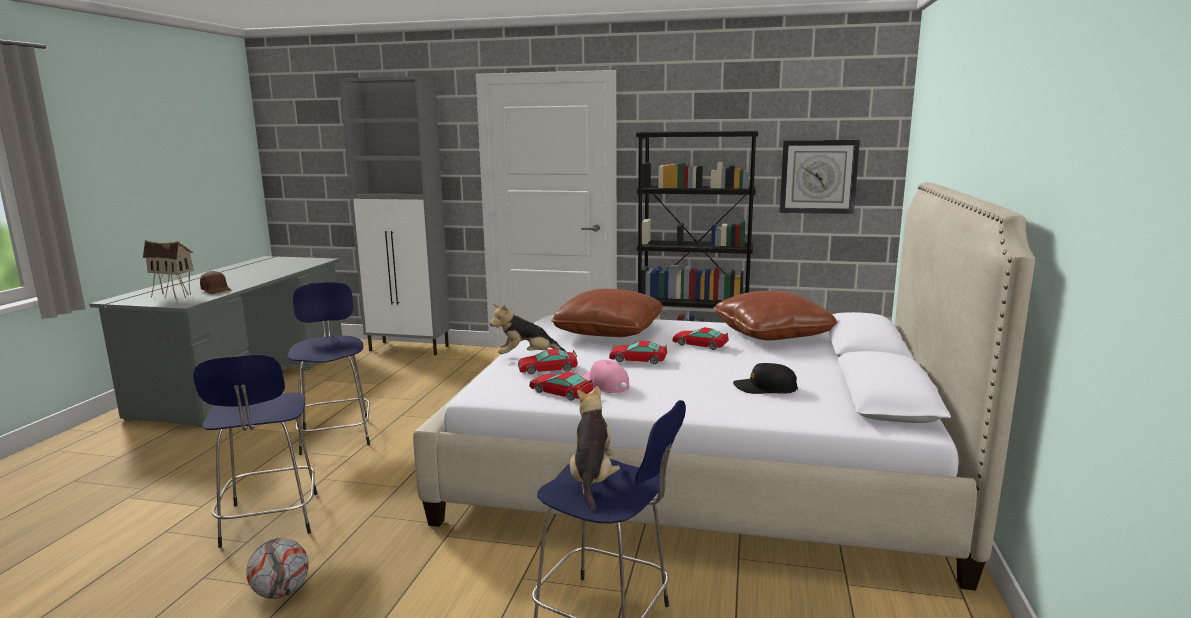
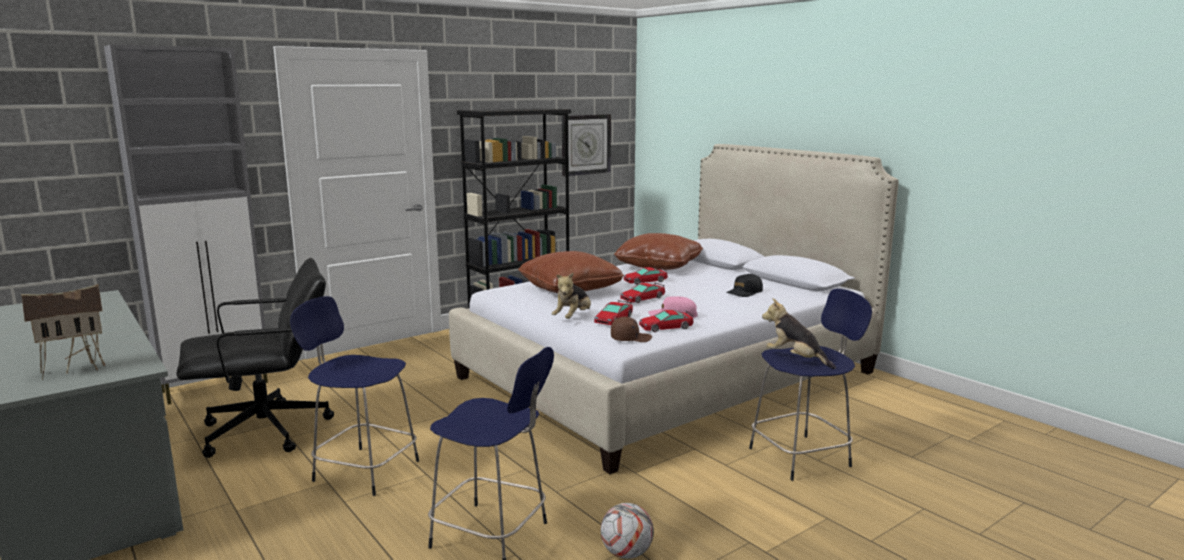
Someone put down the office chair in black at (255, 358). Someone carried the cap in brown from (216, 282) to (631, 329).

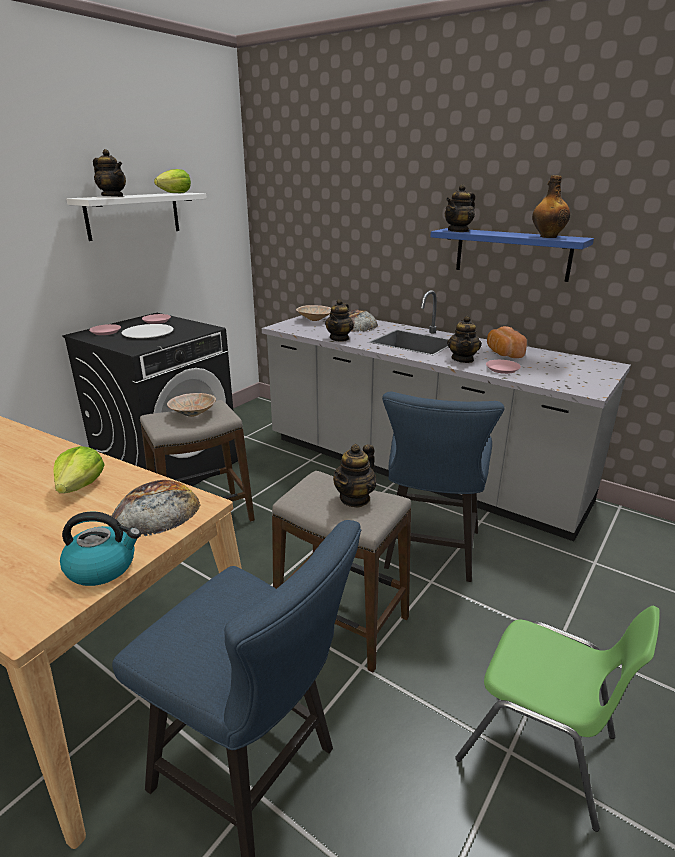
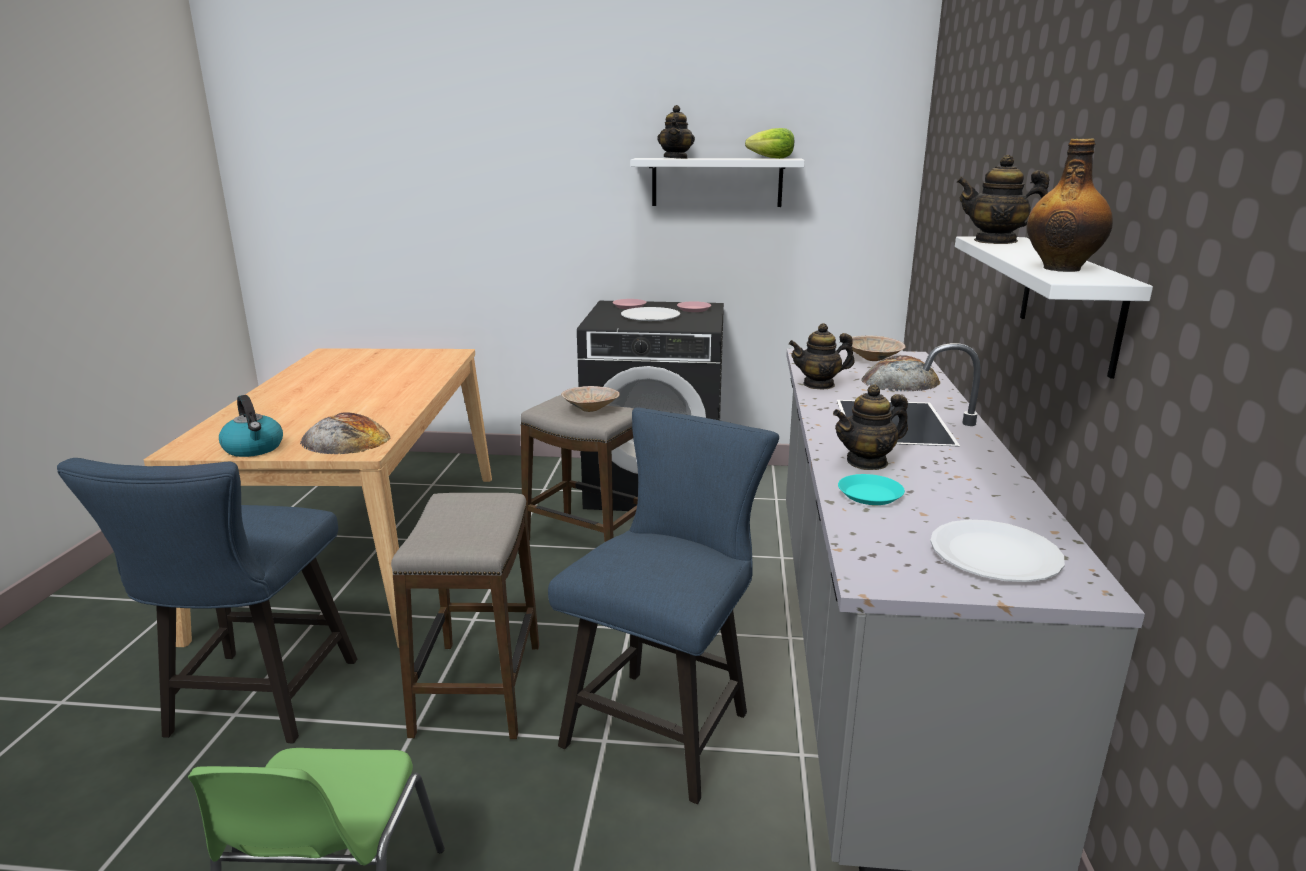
Someone rotated the chair in blue at (443, 486) by 135 degrees clockwise. Someone repainted the plate in pink at (503, 367), which became the plate in turquoise at (871, 489). Someone put down the plate in white at (997, 551). Someone repainted the shelf in blue at (512, 255), which became the shelf in white at (1054, 307). Someone took away the lettuce at (79, 469). Someone took away the teapot at (354, 476). Someone took away the bread at (507, 342).

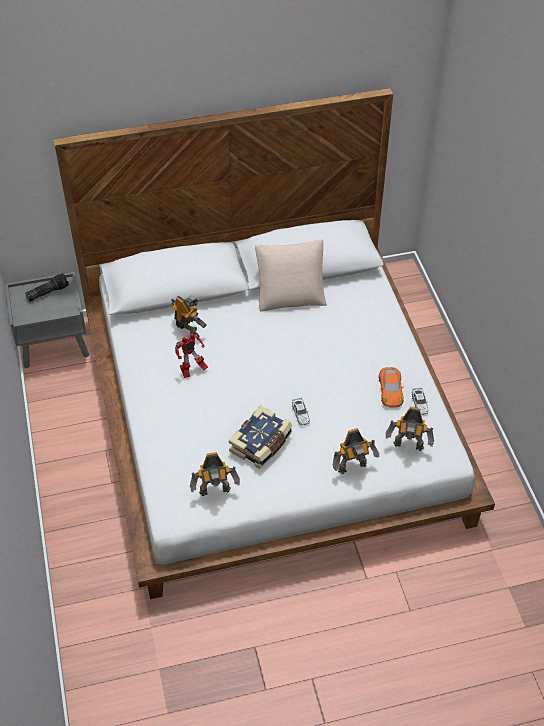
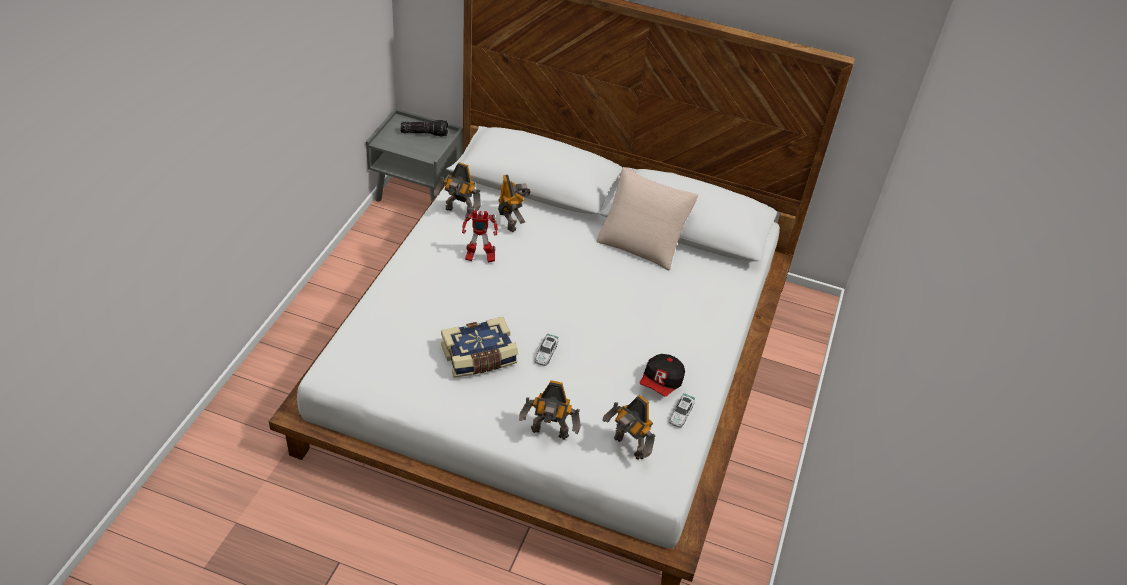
Someone carried the toy robot from (215, 474) to (457, 188). Someone swapped the toy car in orange at (391, 387) for the cap at (662, 375).

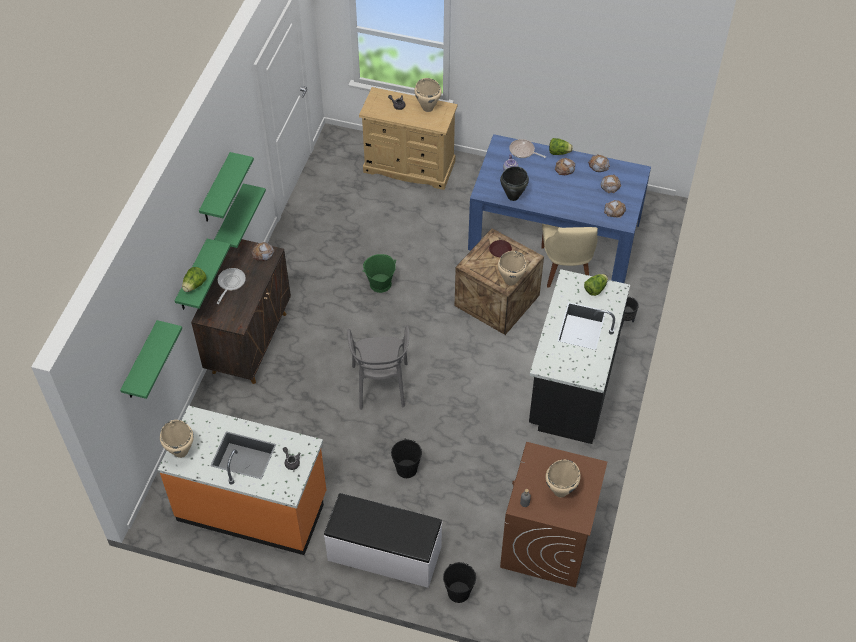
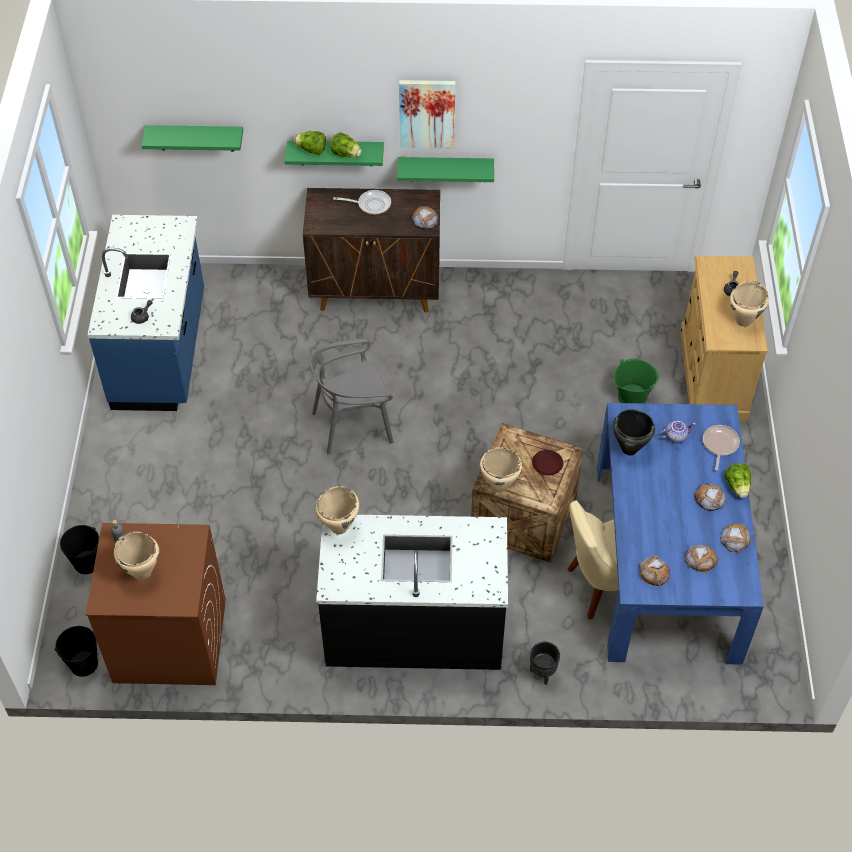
Someone carried the bucket in black from (406, 458) to (76, 651). Someone repainted the counter in orange at (242, 480), which became the counter in blue at (146, 313). Someone carried the cooking pot in beige from (177, 439) to (337, 510). Someone carried the lettuce from (596, 285) to (346, 145). Someone swapped the shelf in green at (226, 187) for the picture at (427, 114). Someone carried the bucket in green from (379, 273) to (636, 380). Someone took away the bench in white at (383, 540).

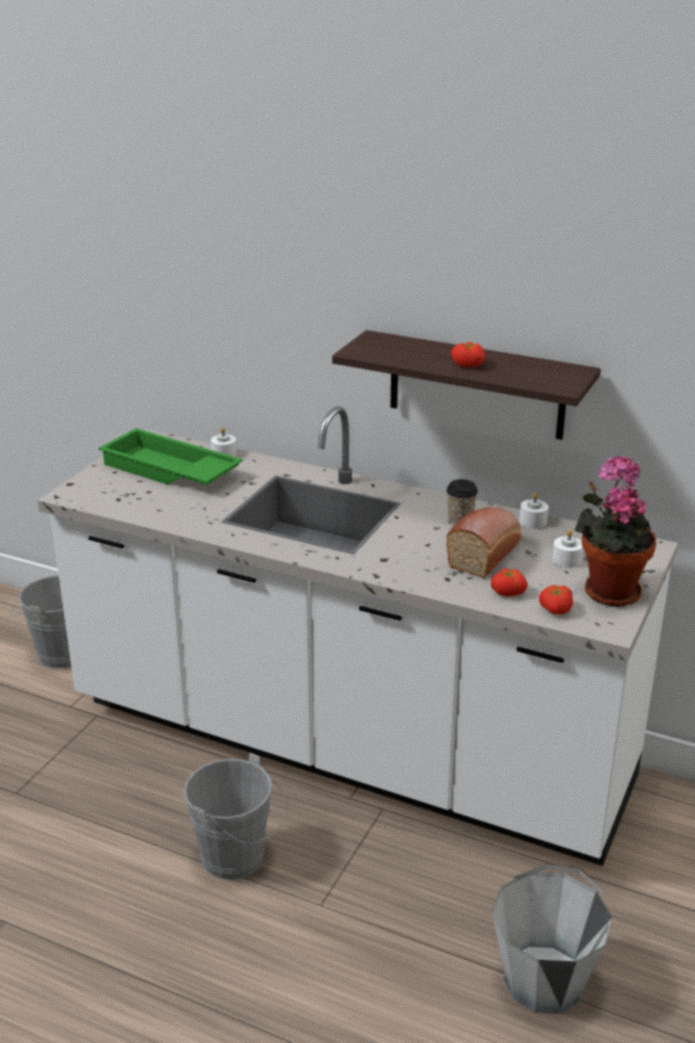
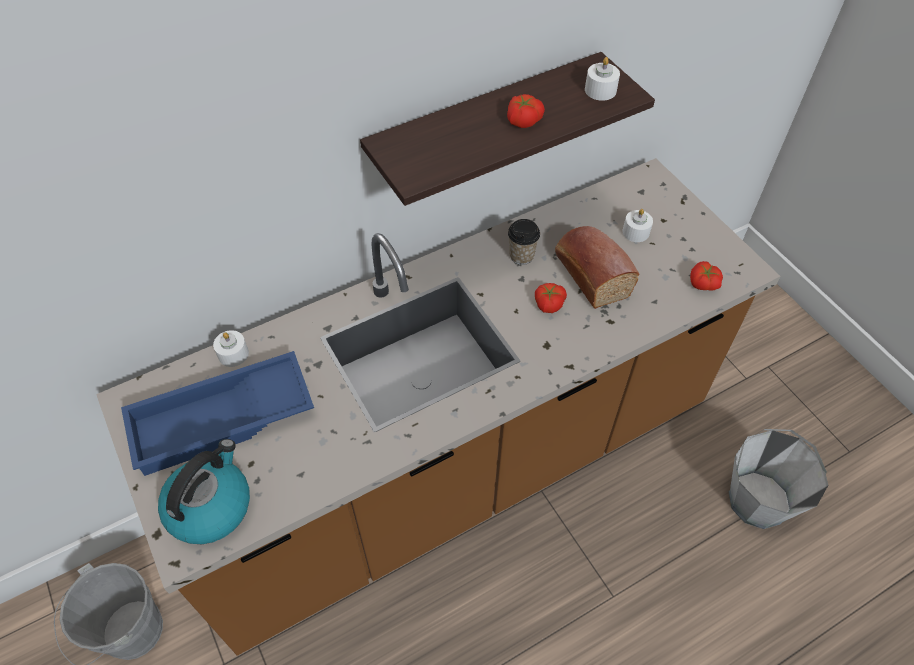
Someone repainted the counter in white at (357, 636), which became the counter in brown at (438, 407). Someone repainted the tray in green at (170, 456), which became the tray in blue at (217, 413). Someone put down the kettle at (204, 491). Someone carried the tomato from (509, 582) to (551, 298). Someone carried the candle in white from (533, 510) to (602, 79). Someone took away the bucket in grey at (236, 816). Someone took away the potted plant at (616, 531).

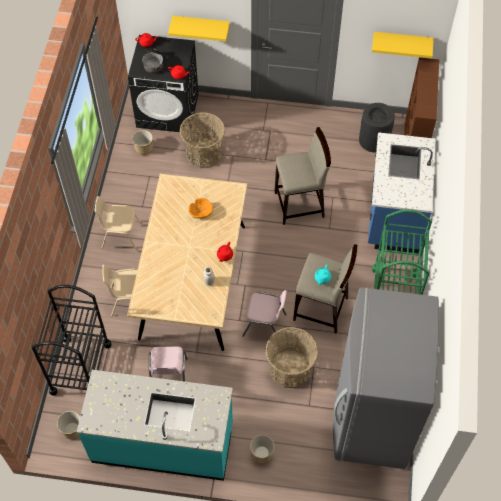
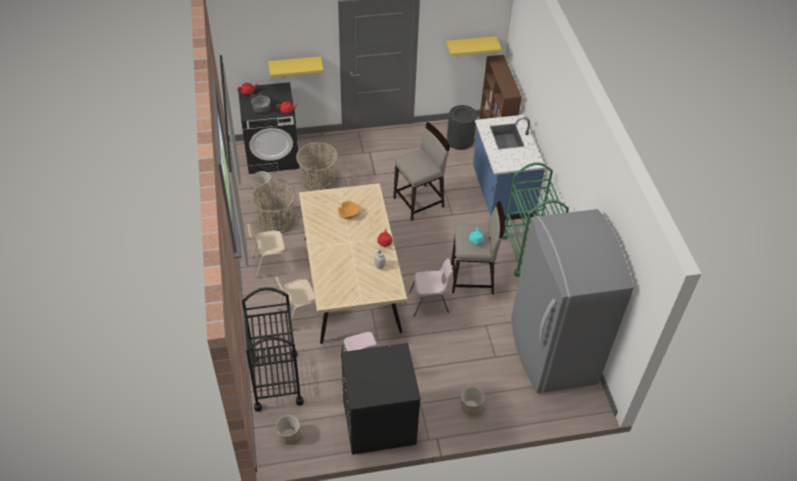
Someone carried the basket from (292, 357) to (273, 207). Someone swapped the counter in turquoise at (155, 425) for the washing machine in black at (381, 399).

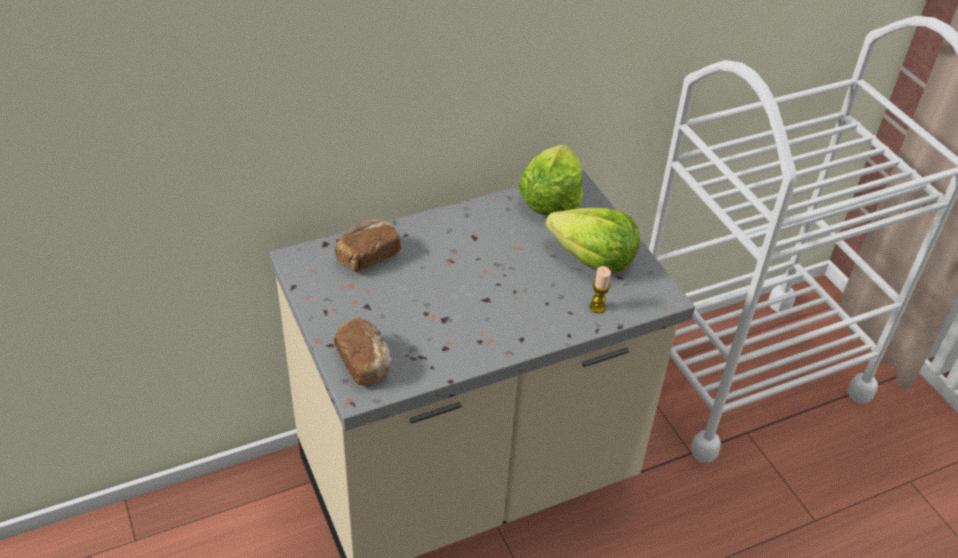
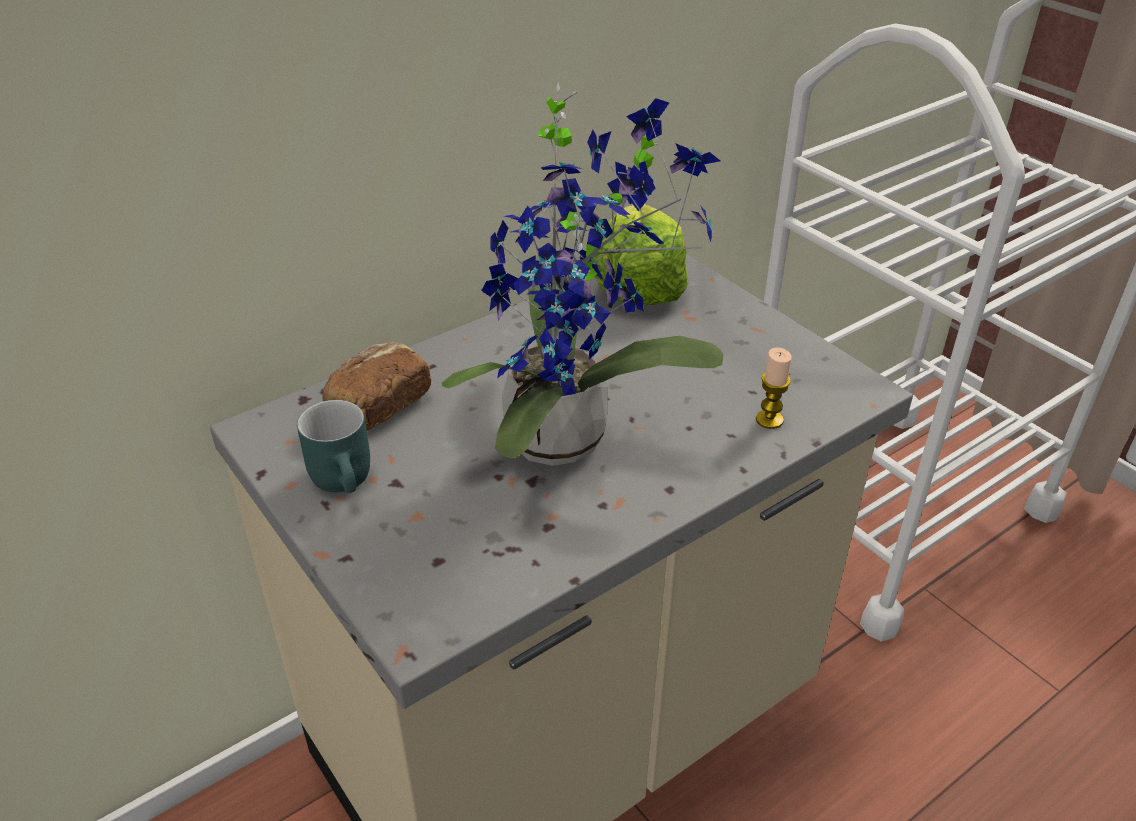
Someone put down the mug in turquoise at (333, 446). Someone put down the potted plant at (583, 274). Someone took away the bread at (362, 351). Someone took away the lettuce at (592, 240).

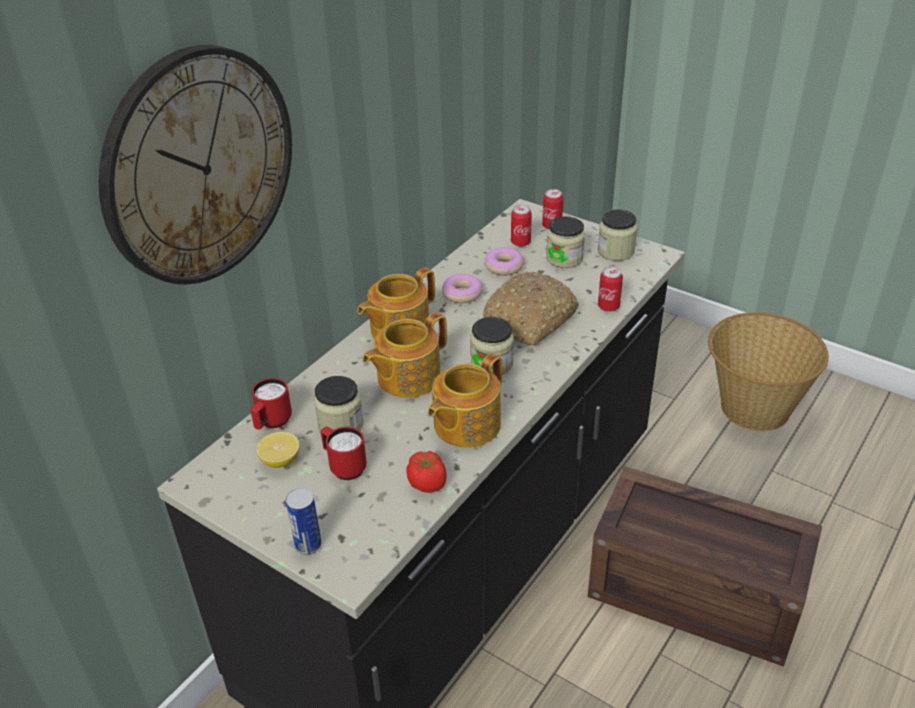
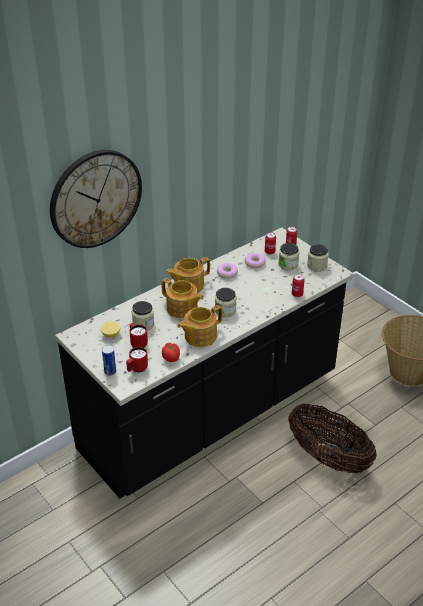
Someone carried the mug in red from (271, 404) to (137, 359). Someone rotated the teapot at (405, 355) by 120 degrees counterclockwise. Someone swapped the crate at (705, 566) for the basket at (332, 438). Someone took away the bread at (531, 308).

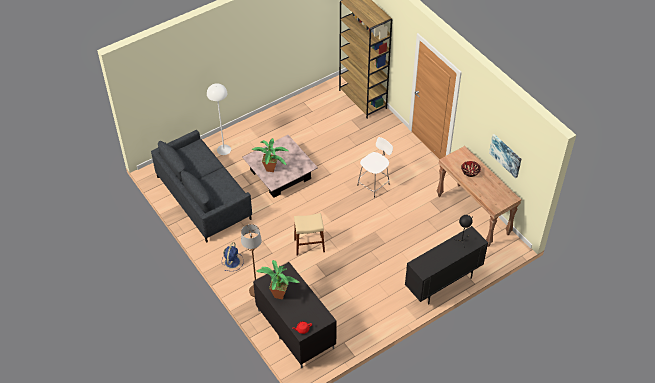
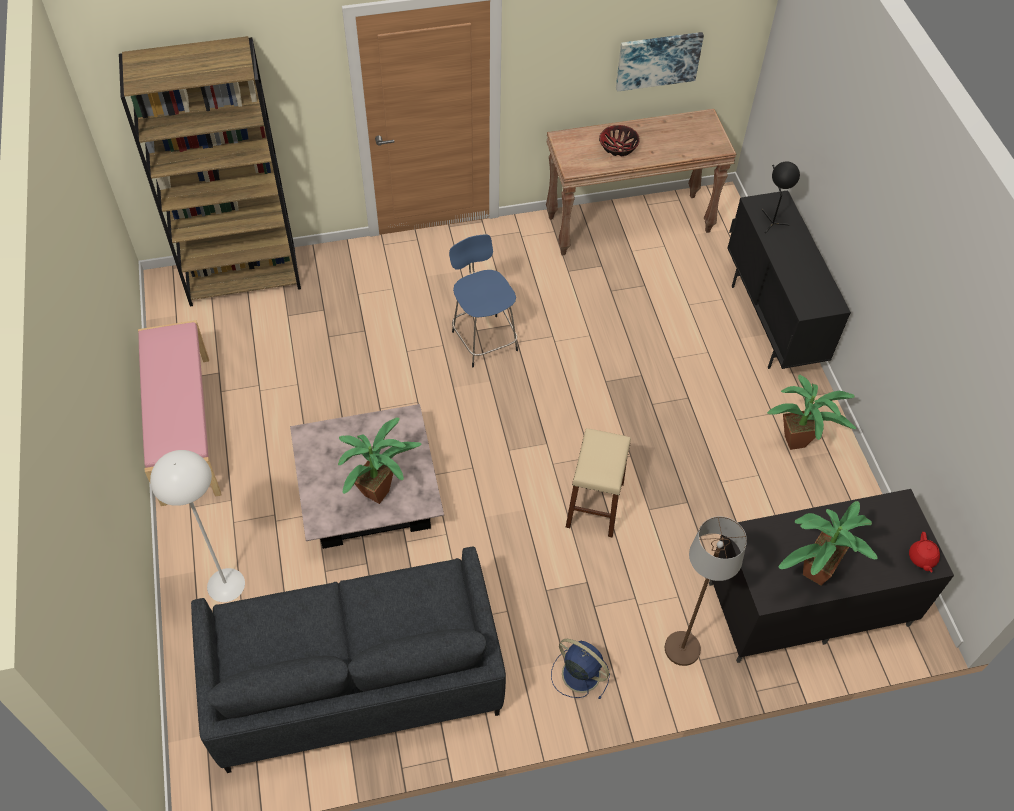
Someone put down the bench in pink at (179, 413). Someone repainted the stool in white at (375, 167), which became the stool in blue at (483, 301). Someone put down the potted plant at (811, 412).

